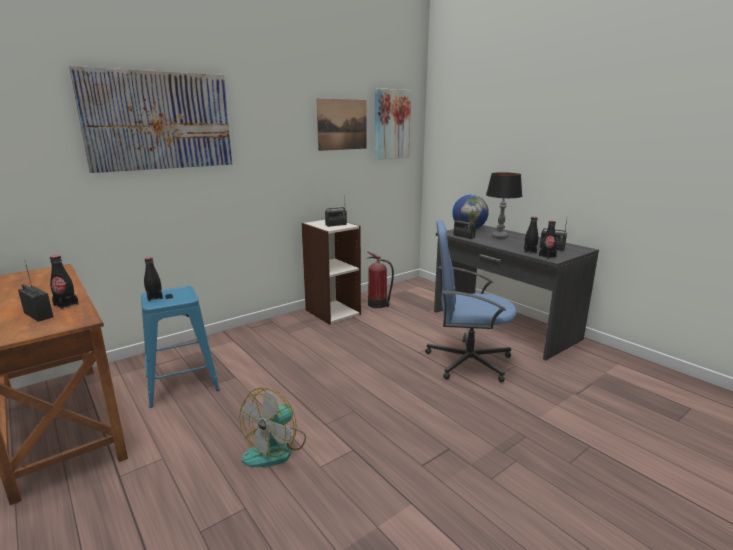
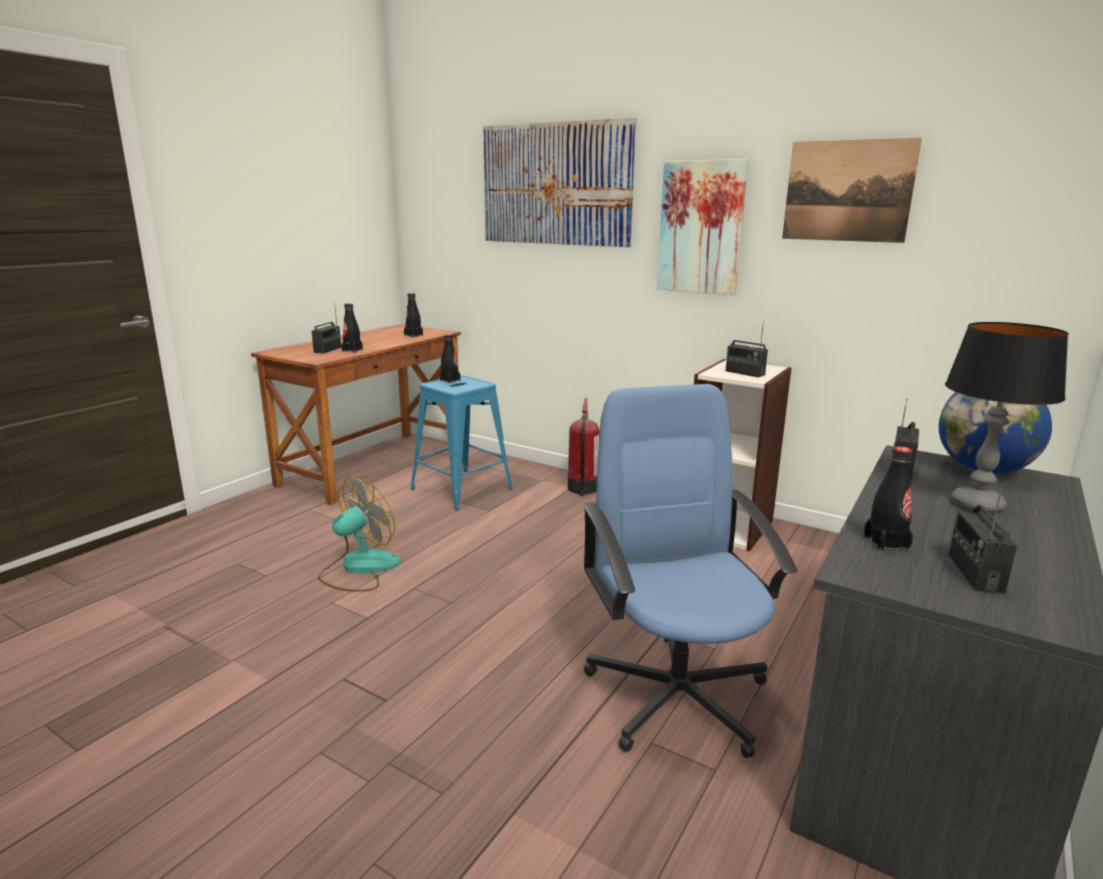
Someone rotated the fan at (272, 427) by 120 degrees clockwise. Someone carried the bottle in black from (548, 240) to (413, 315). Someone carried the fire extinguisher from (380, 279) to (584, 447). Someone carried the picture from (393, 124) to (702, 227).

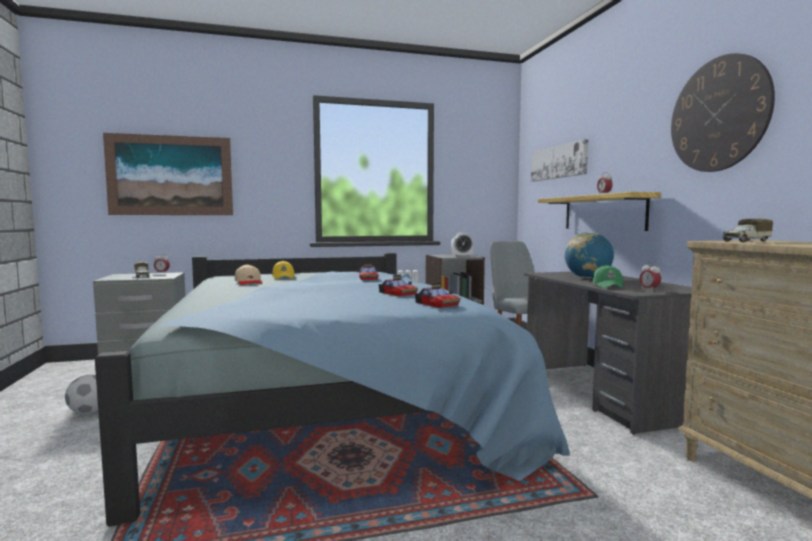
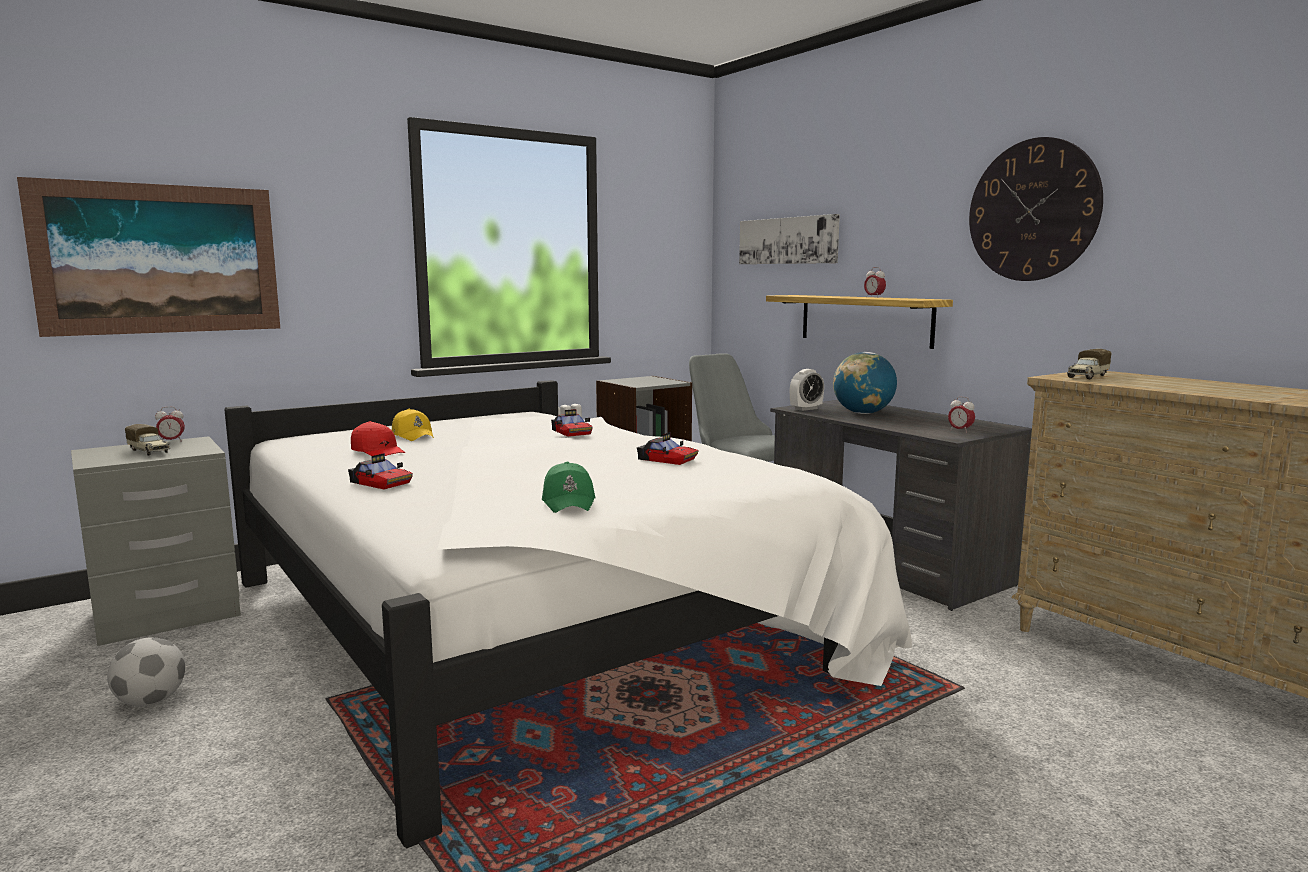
Someone repainted the bed in blue at (332, 390), which became the bed in white at (568, 614). Someone carried the toy car from (437, 295) to (380, 471). Someone repainted the cap in beige at (248, 274), which became the cap in red at (378, 438). Someone carried the cap in green from (608, 277) to (569, 487). Someone carried the alarm clock from (462, 245) to (807, 390).

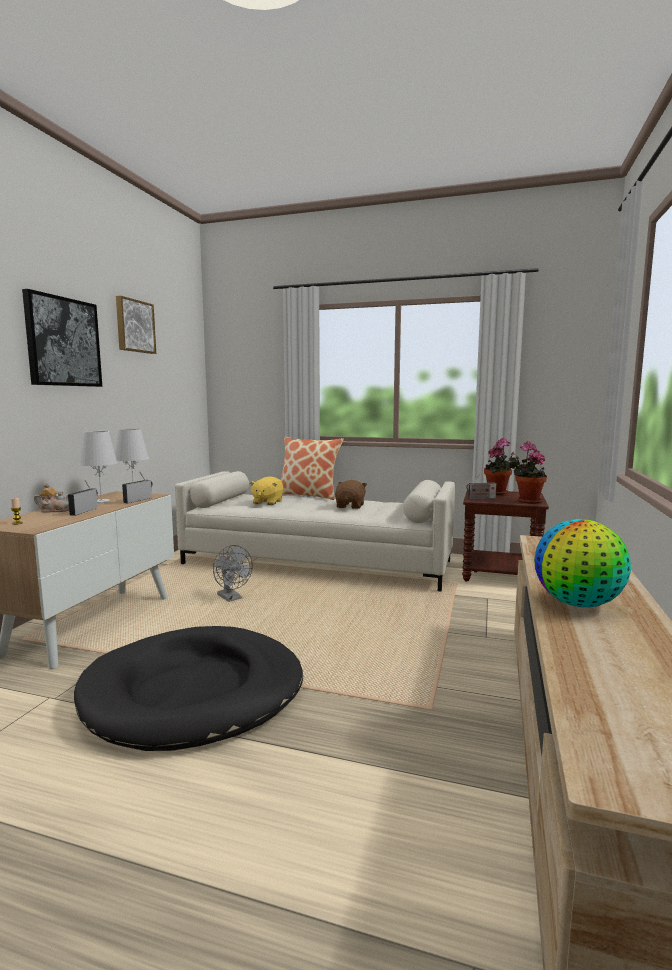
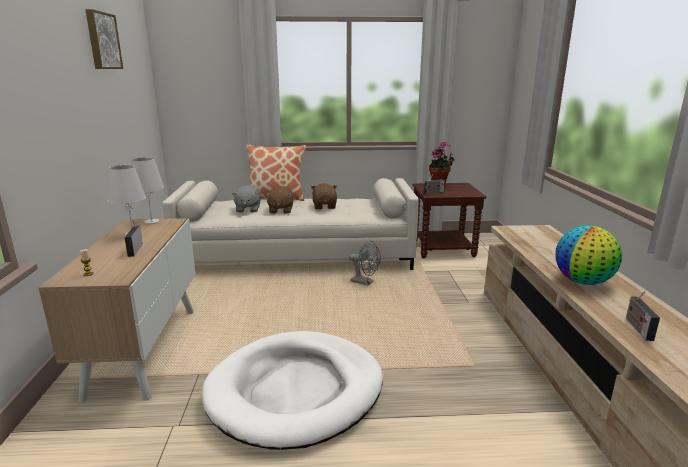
Someone repainted the dog bed in black at (188, 688), which became the dog bed in white at (292, 390). Someone repainted the plush toy in yellow at (267, 490), which became the plush toy in grey at (246, 198). Someone put down the plush toy in brown at (279, 200). Someone carried the fan in grey from (233, 573) to (365, 263). Someone carried the radio from (137, 487) to (643, 316). Someone took away the picture at (62, 338). Someone took away the teapot at (51, 498). Someone took away the potted plant at (529, 472).

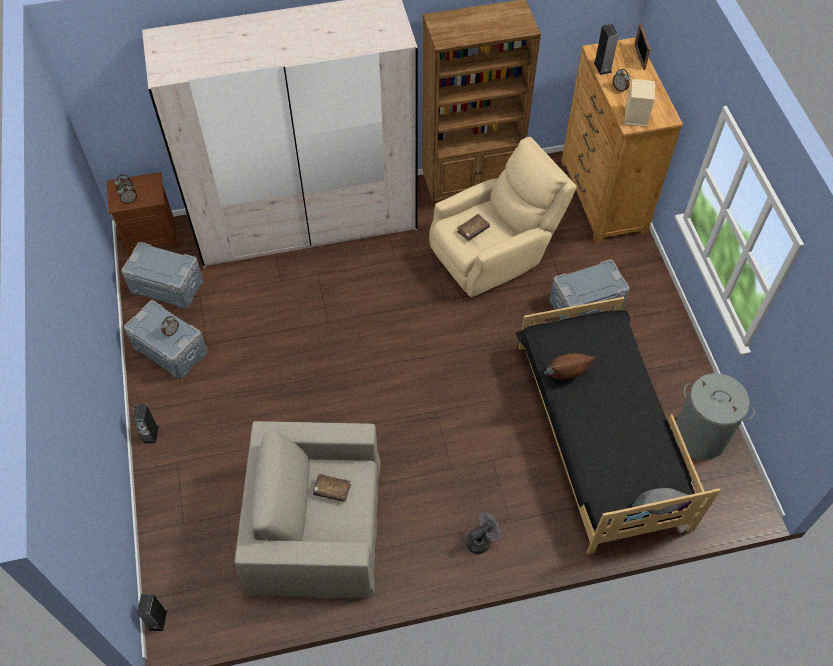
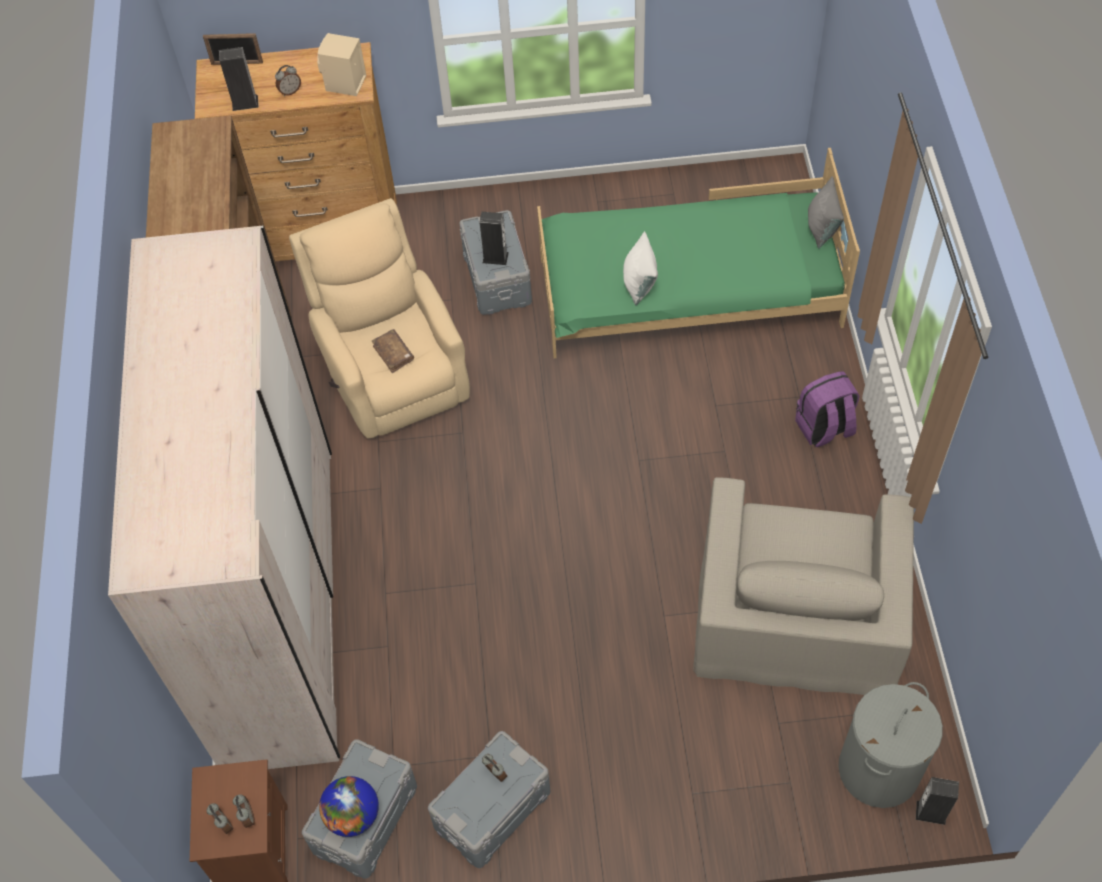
Someone put down the globe at (349, 806). Someone carried the speaker from (145, 424) to (494, 238). Someone repainted the bed in black at (618, 426), which became the bed in green at (698, 253). Someone repainted the pillow in brown at (570, 366), which became the pillow in white at (640, 268). Someone swapped the fan in grey at (483, 533) for the backpack in purple at (827, 409). Someone carried the laundry basket in grey from (714, 416) to (890, 745). Someone took away the book in brown at (332, 488).

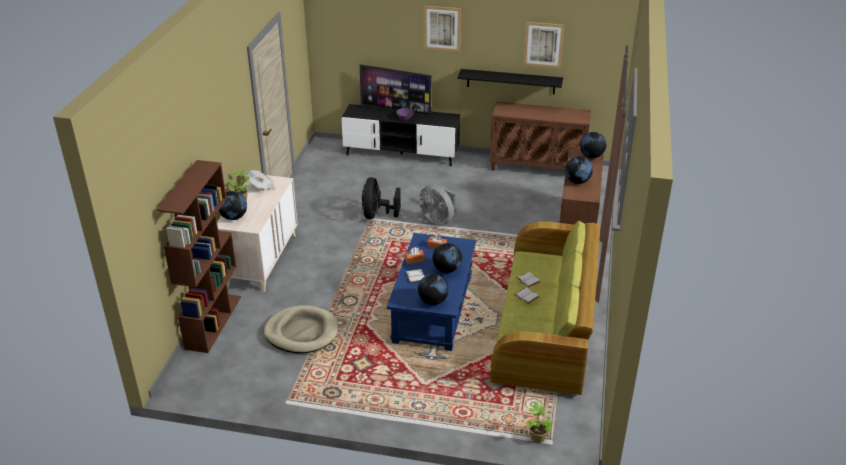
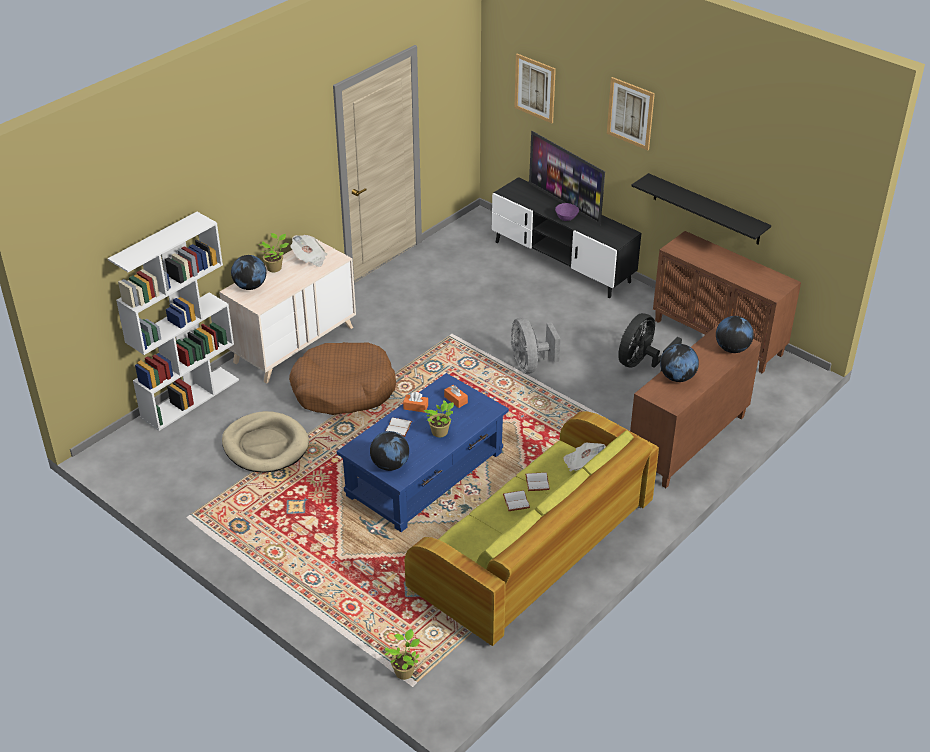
Someone repainted the bookcase in brown at (198, 256), which became the bookcase in white at (173, 321). Someone put down the dog bed in brown at (342, 378). Someone swapped the globe at (447, 258) for the potted plant at (439, 418). Someone carried the picture from (543, 45) to (535, 88). Someone put down the newspaper at (584, 457). Someone carried the fan in black from (381, 198) to (650, 342).

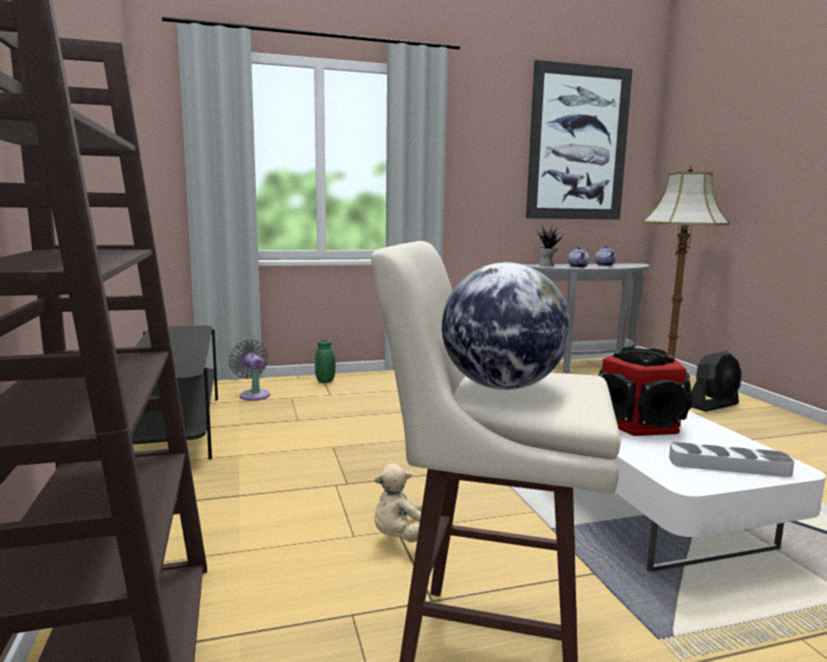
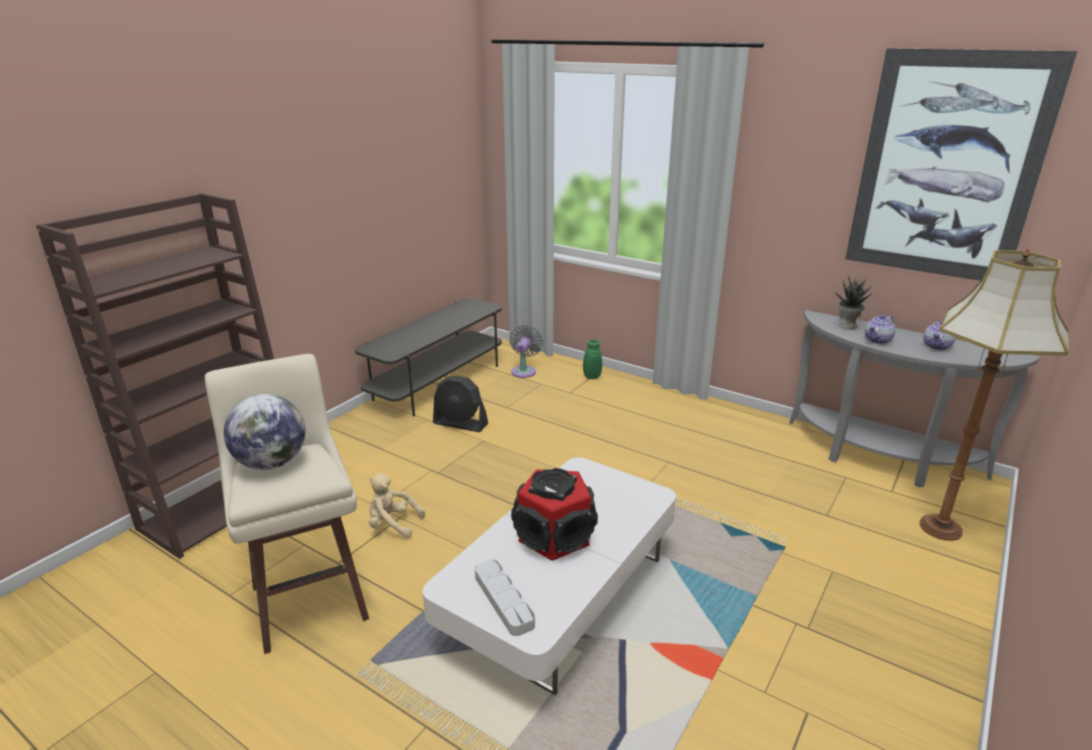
Someone carried the fan in black from (716, 381) to (460, 404).

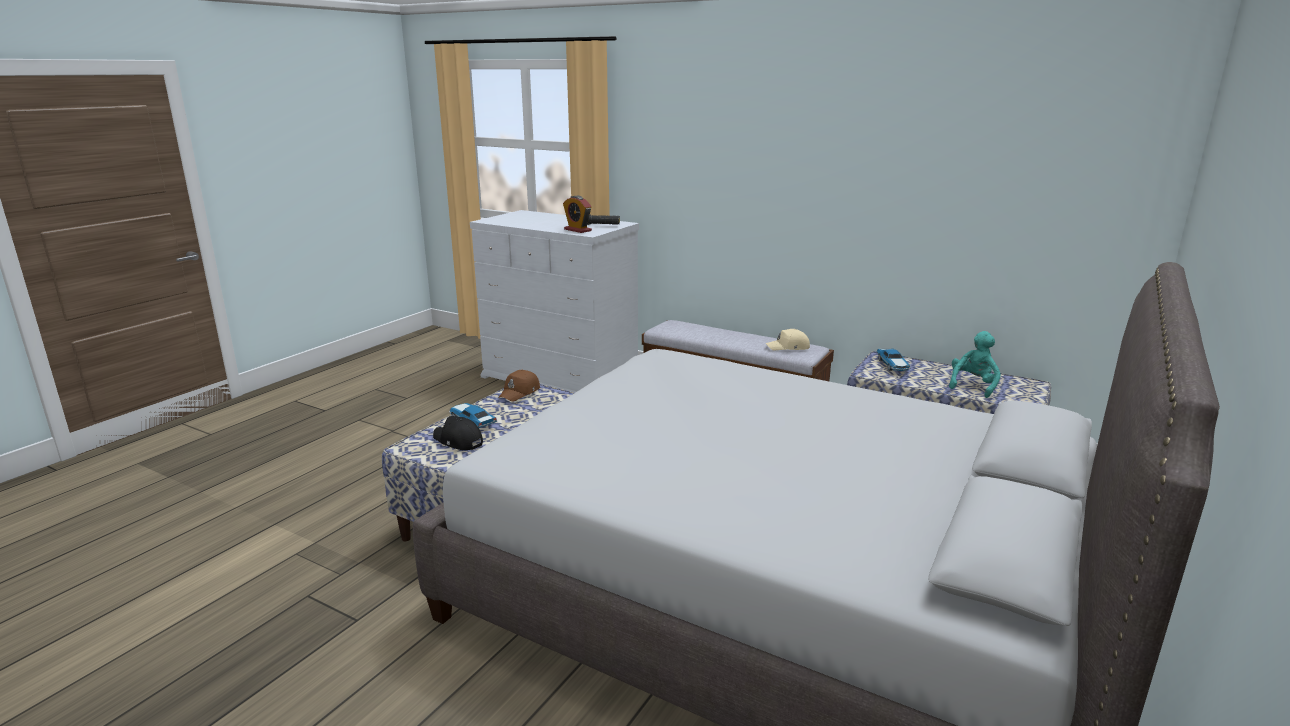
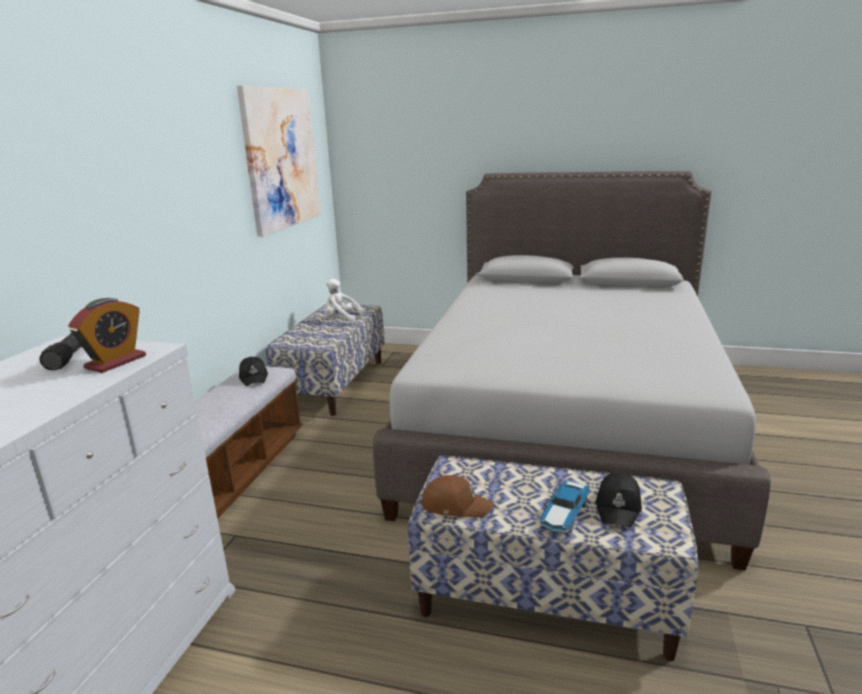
Someone put up the picture at (279, 161). Someone repainted the cap in beige at (788, 340), which became the cap in black at (253, 371). Someone repainted the plush toy in turquoise at (975, 364), which became the plush toy in white at (345, 301). Someone took away the toy car at (893, 359).

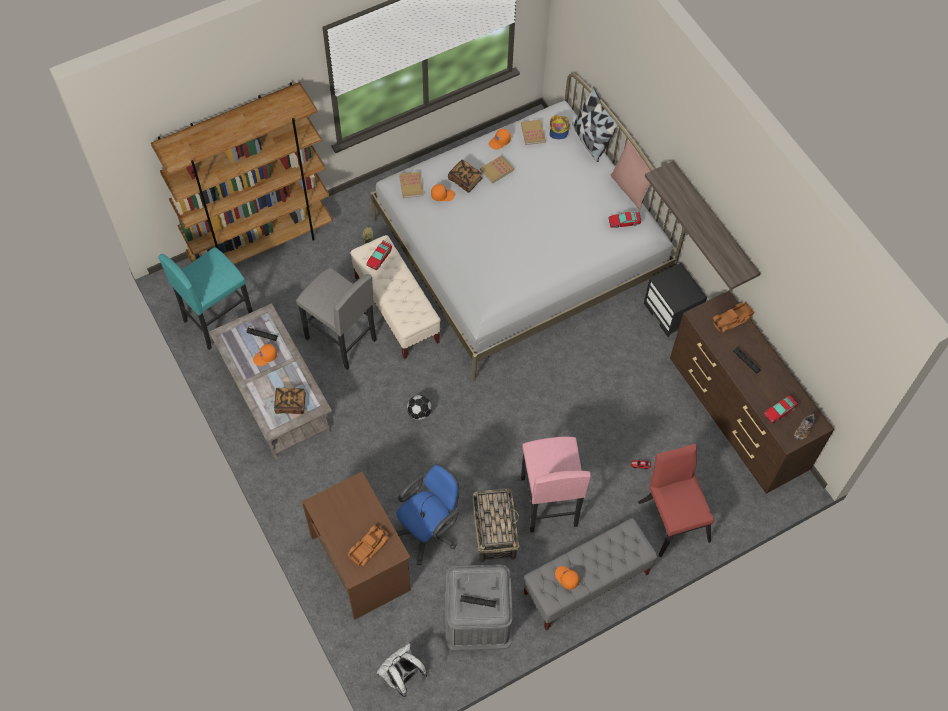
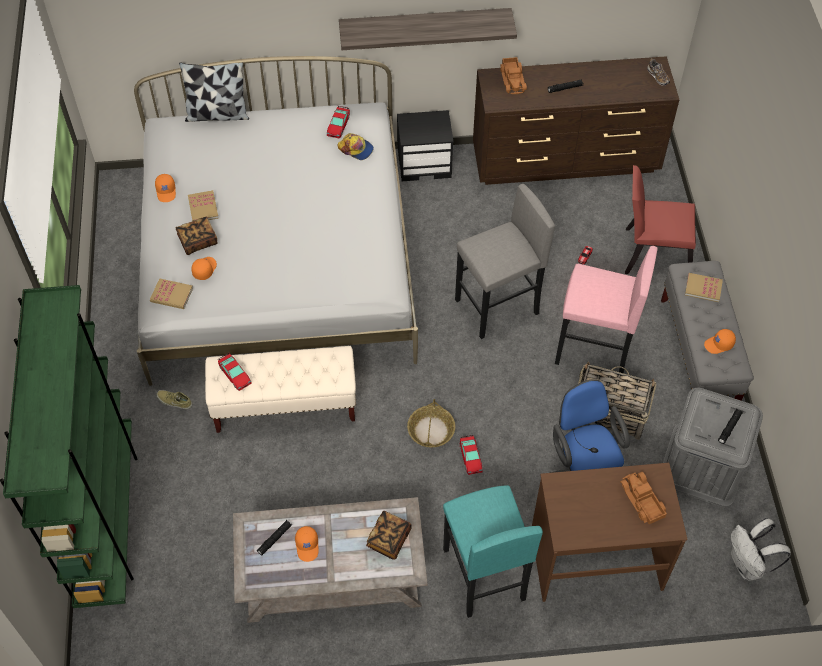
Someone repainted the bookcase in brown at (242, 173), which became the bookcase in green at (68, 446). Someone carried the cap from (559, 127) to (356, 146). Someone swapped the football at (419, 407) for the basket at (431, 423). Someone carried the stool in turquoise from (205, 298) to (493, 551). Someone carried the stool in grey from (336, 318) to (505, 261). Someone carried the toy car from (781, 408) to (471, 455). Someone carried the book from (533, 132) to (704, 287). Someone took away the pillow in pink at (631, 175).

